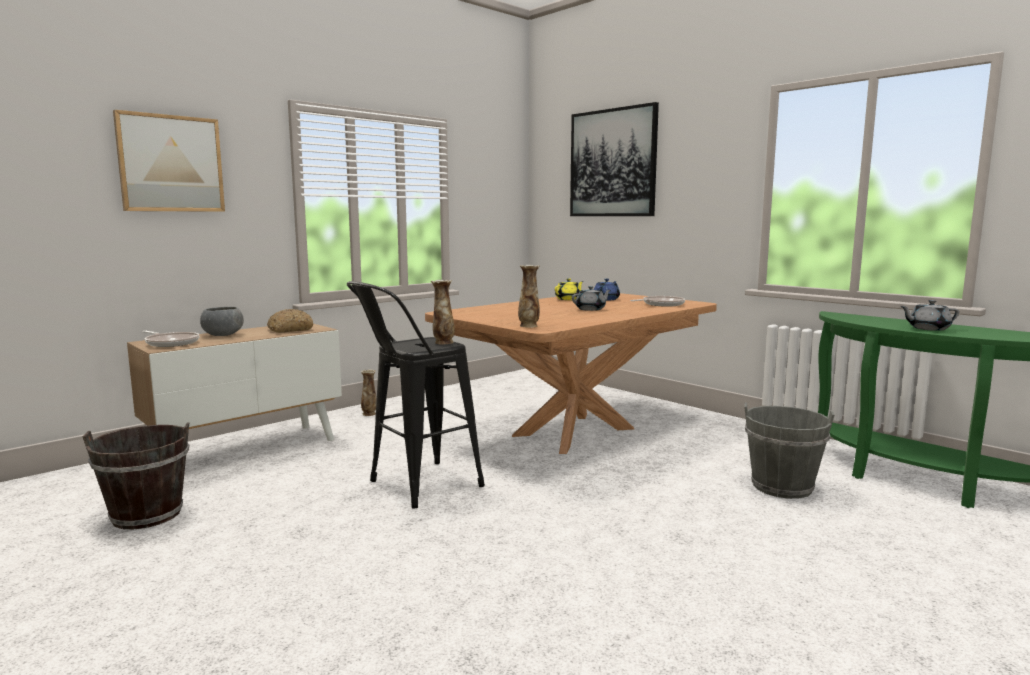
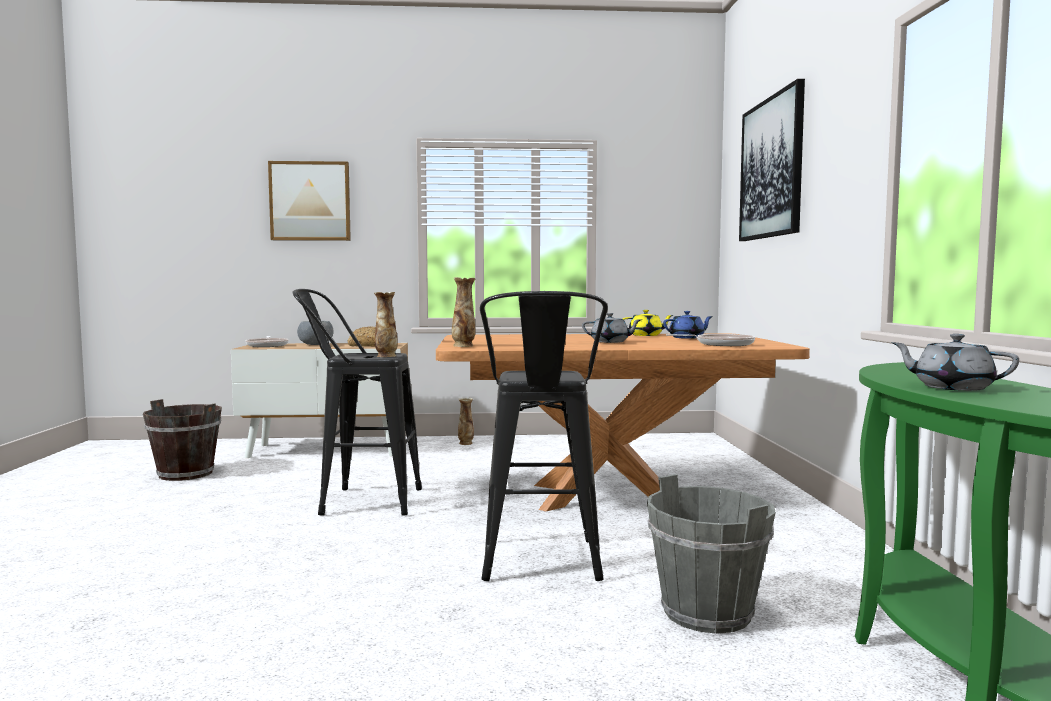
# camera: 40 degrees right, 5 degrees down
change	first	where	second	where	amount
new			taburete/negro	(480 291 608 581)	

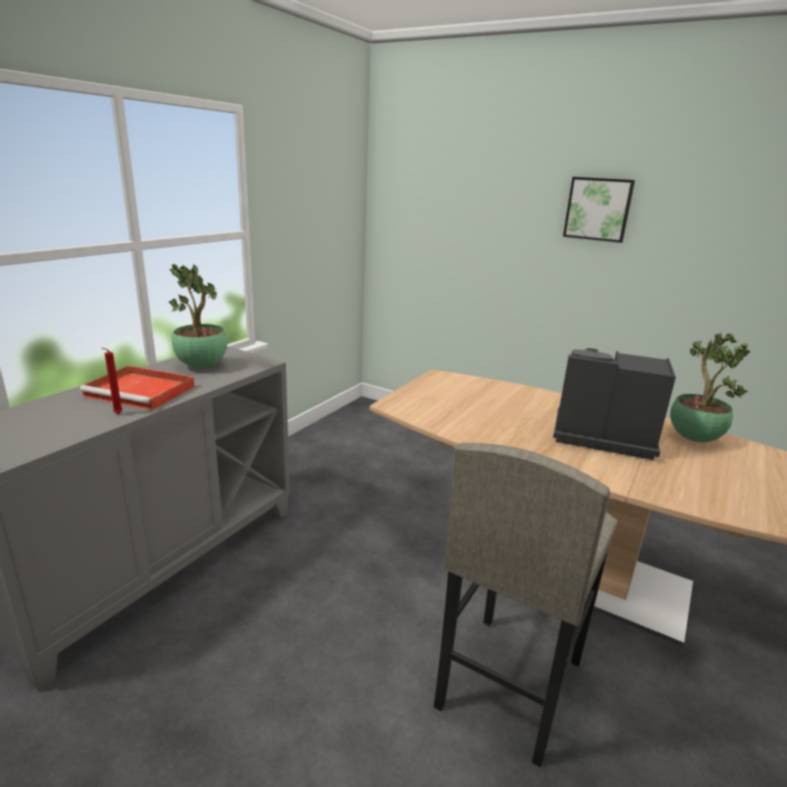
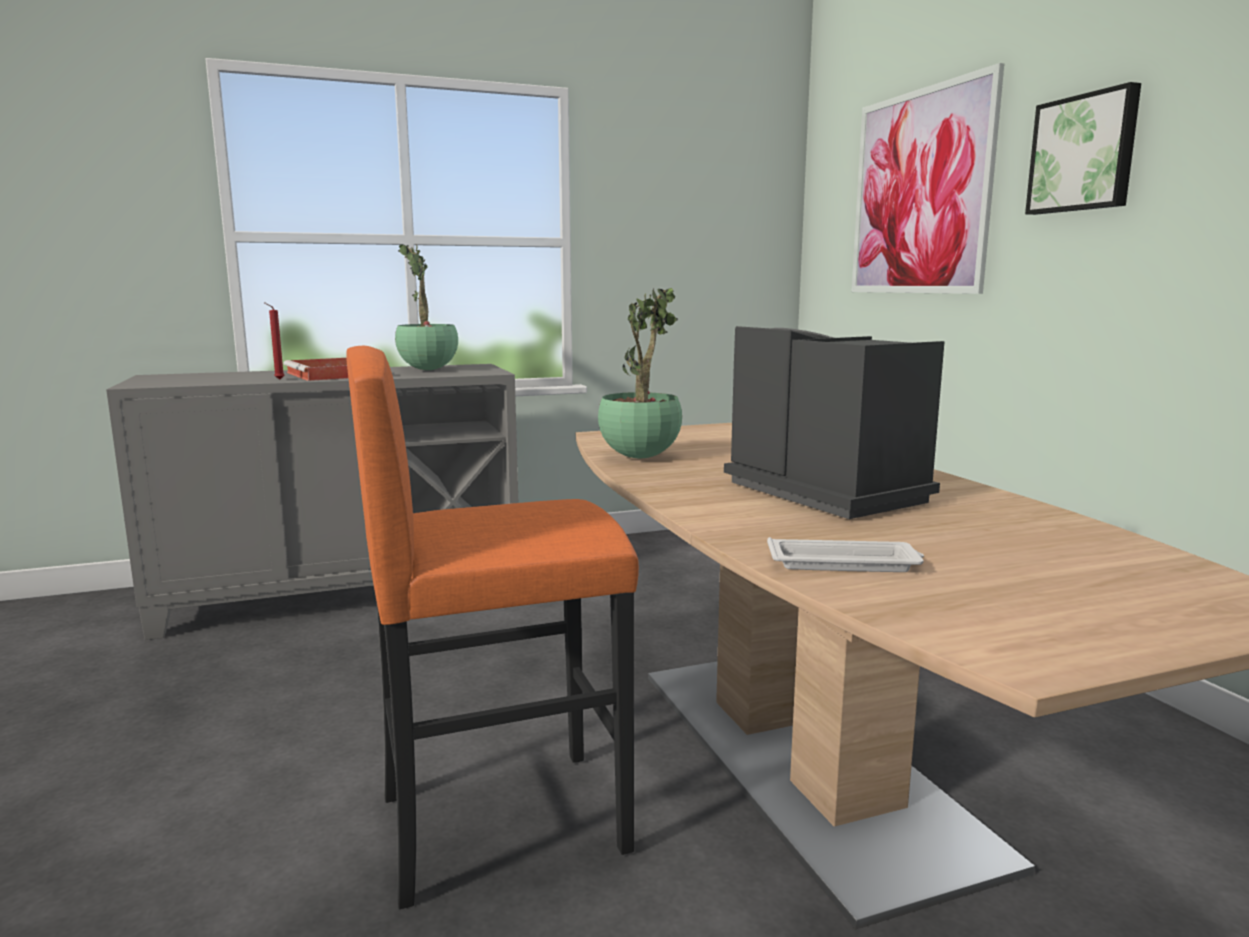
# camera: 40 degrees right, 10 degrees down
change	first	where	second	where	amount
shifted	planta en maceta	(670 333 750 442)		(598 287 682 458)	
repainted	taburete/gris	(434 443 618 767)	taburete/naranja	(346 346 639 909)	
new			cuadro	(852 63 1004 294)	
new			bandeja/blanco	(767 537 924 572)	

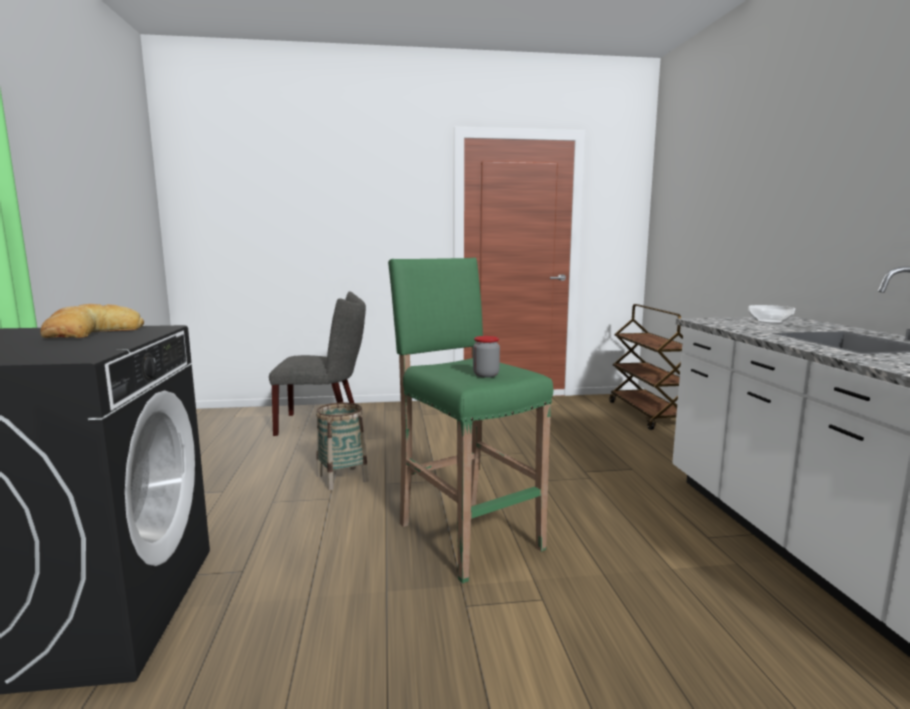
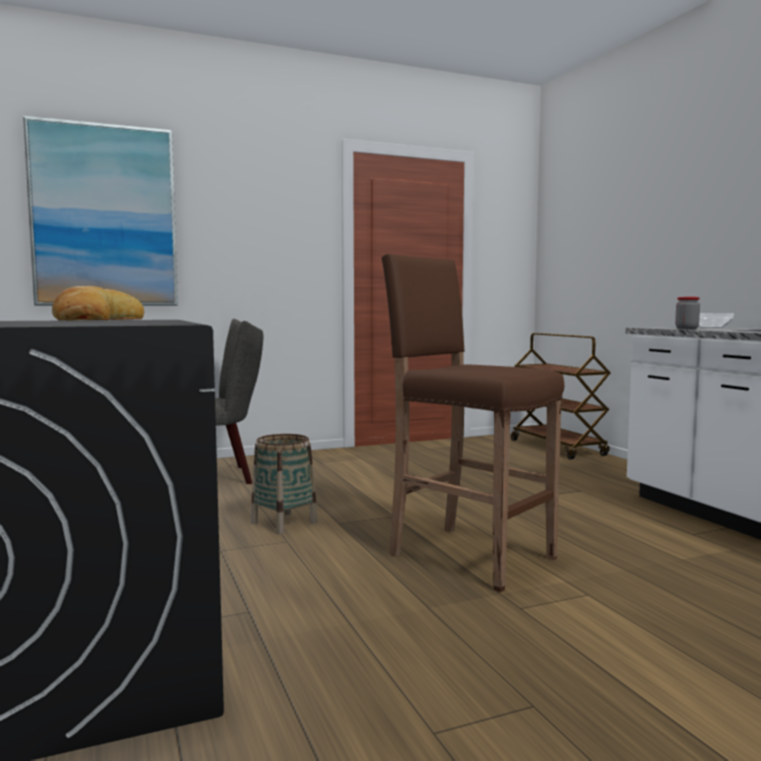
# camera: 15 degrees left, 5 degrees down
change	first	where	second	where	amount
repainted	taburete/verde	(388 258 553 584)	taburete/marrón	(381 254 564 593)	
shifted	tarro	(473 336 500 378)		(675 297 700 329)	
new			cuadro	(23 116 178 306)	

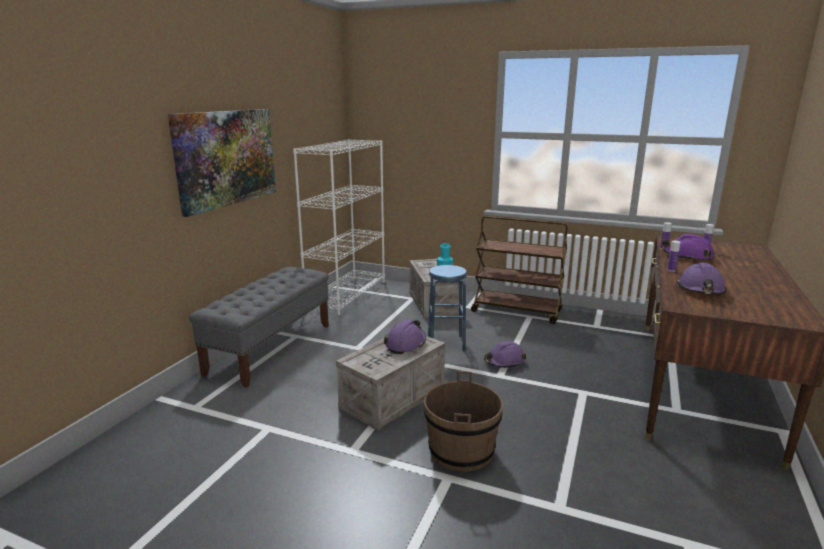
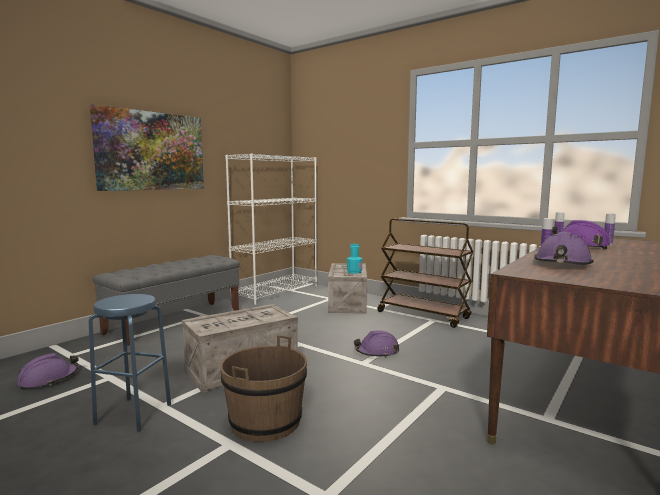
# camera: 15 degrees right, 10 degrees down
change	first	where	second	where	amount
shifted	taburete/azul	(428 265 467 352)		(89 294 171 432)	
shifted	casco/morado	(384 319 426 354)		(17 353 79 390)	

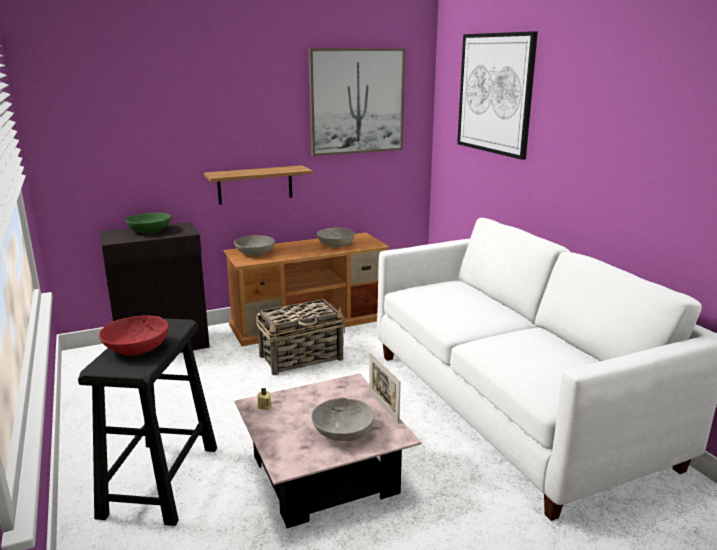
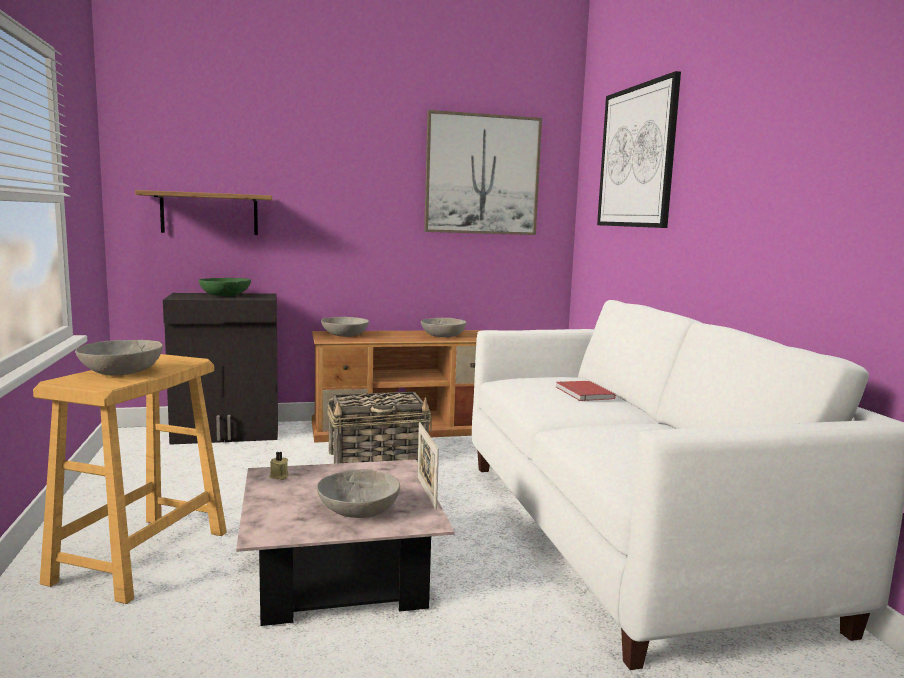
# camera: 10 degrees right, 10 degrees down
change	first	where	second	where	amount
shifted	estante	(204 165 313 205)		(135 190 272 235)	
repainted	cuenco/rojo	(99 315 168 356)	cuenco/gris	(75 340 163 376)	
repainted	taburete/negro	(78 318 217 526)	taburete/beis	(33 354 227 604)	
new			libro/rojo	(556 381 616 401)	

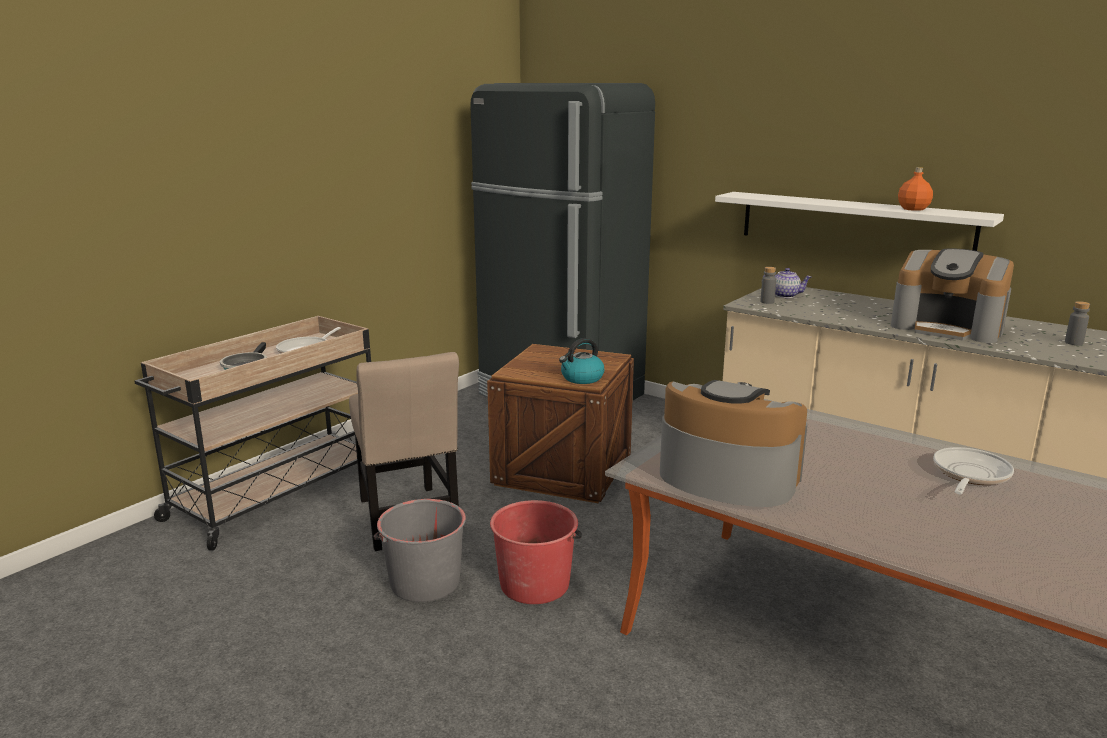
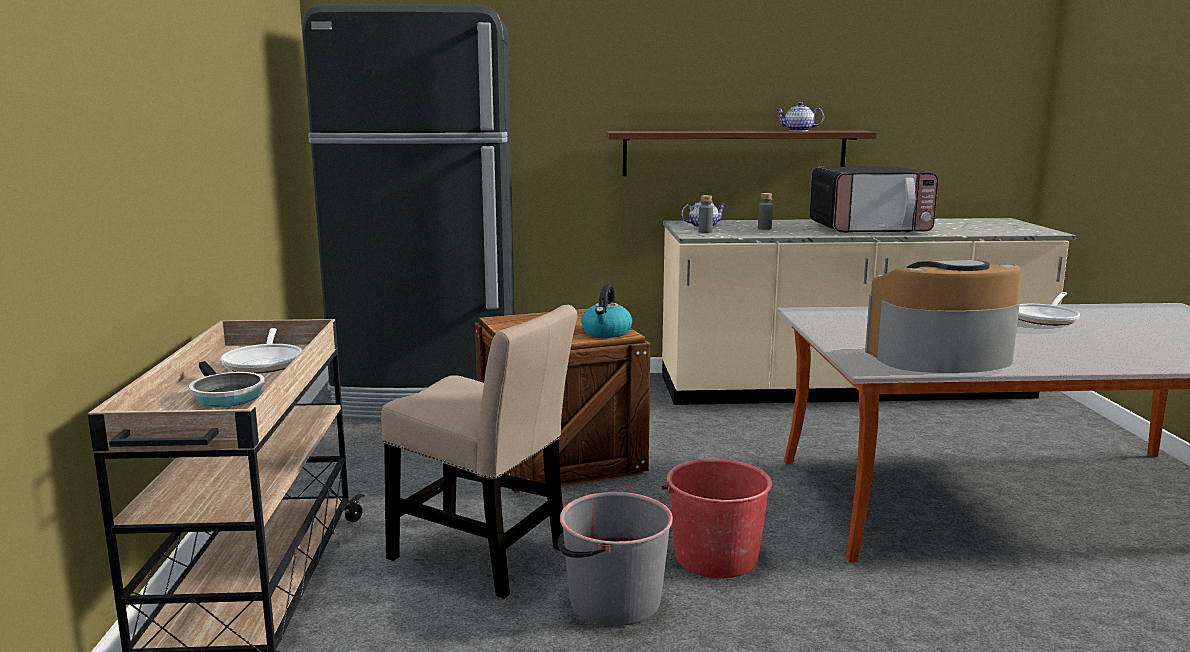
# camera: 40 degrees left, 5 degrees down
change	first	where	second	where	amount
swapped	botella/naranja	(898 167 933 211)	tetera	(776 102 824 131)	
repainted	estante/blanco	(715 192 1004 251)	estante/marrón	(606 131 877 176)	
swapped	cafetera	(891 248 1014 343)	microondas	(810 166 938 233)	
shifted	botella/gris	(1065 301 1090 345)		(758 193 773 230)	
rotated	sartén	(933 447 1014 494)		(1018 292 1080 326)	135 degrees counterclockwise

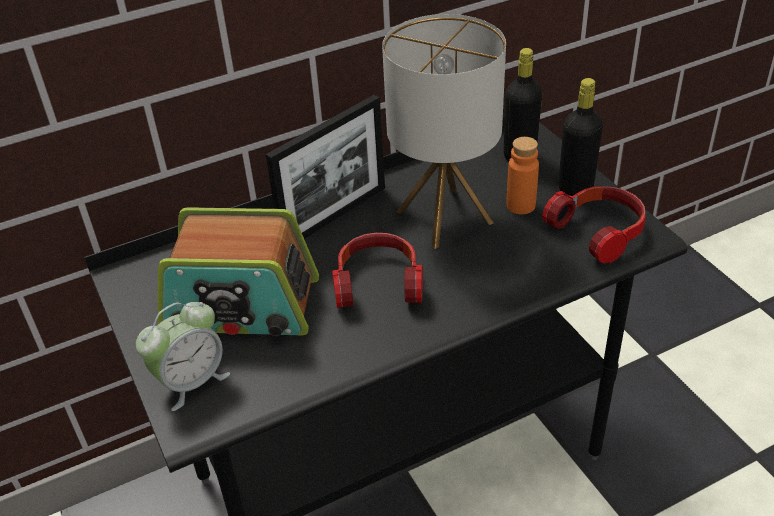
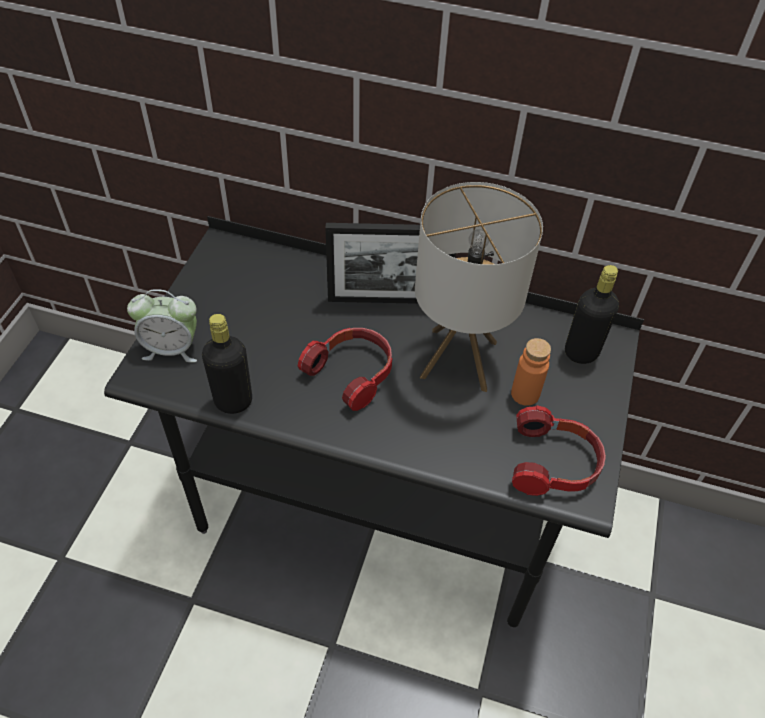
# camera: 40 degrees right, 10 degrees up
change	first	where	second	where	amount
shifted	botella/negro	(558 78 603 196)		(202 314 252 414)	
gone	radio	(158 207 319 336)			

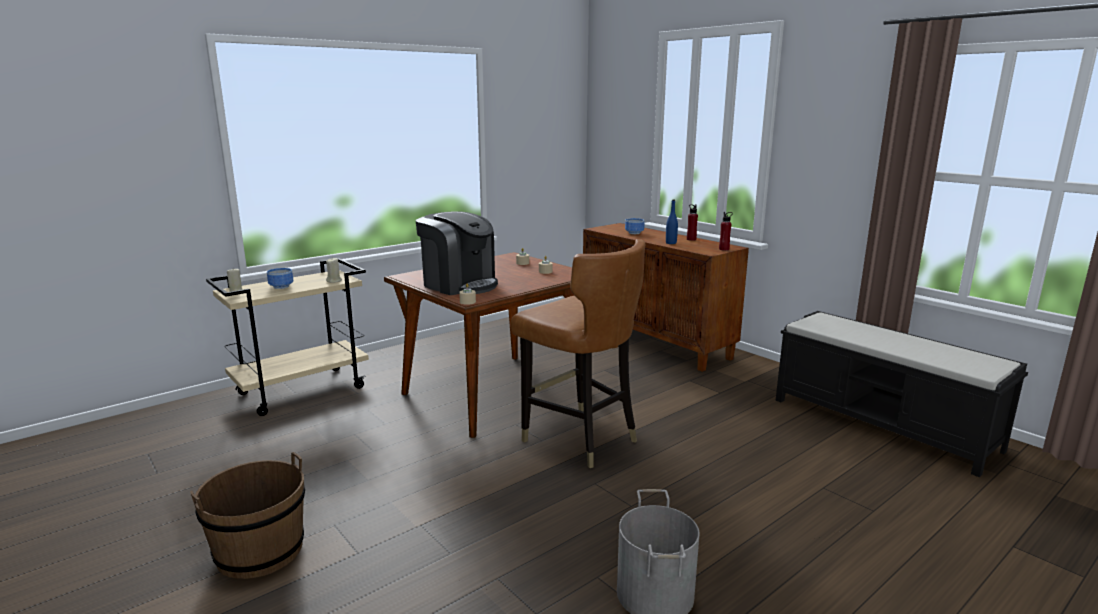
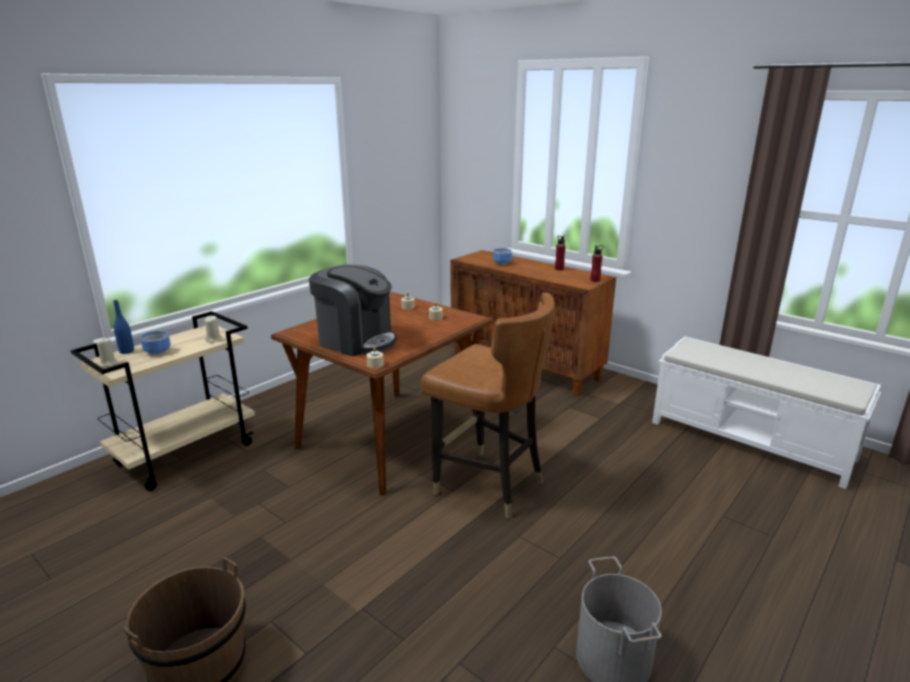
# camera: 10 degrees left, 5 degrees up
change	first	where	second	where	amount
shifted	botella/azul	(666 200 678 244)		(113 300 134 354)	
repainted	banco/negro	(776 311 1028 477)	banco/blanco	(652 337 881 489)	

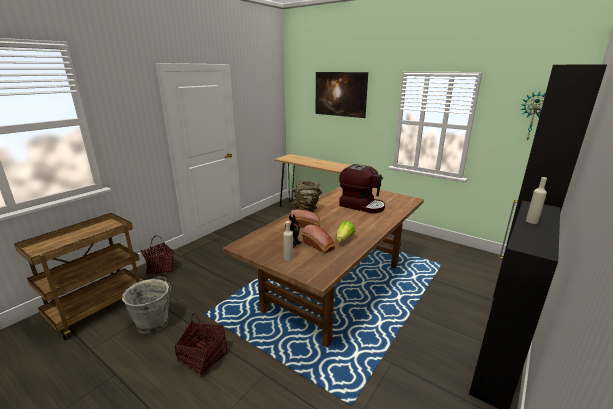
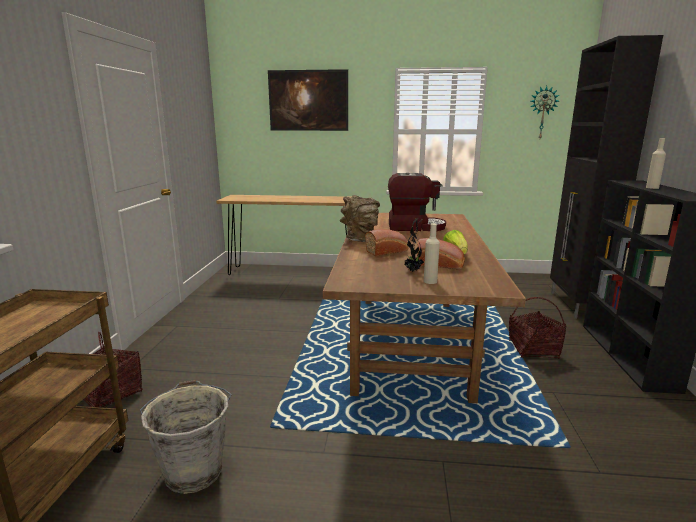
# camera: 30 degrees left, 5 degrees down
change	first	where	second	where	amount
shifted	cesta	(175 313 227 377)		(509 297 567 359)	

